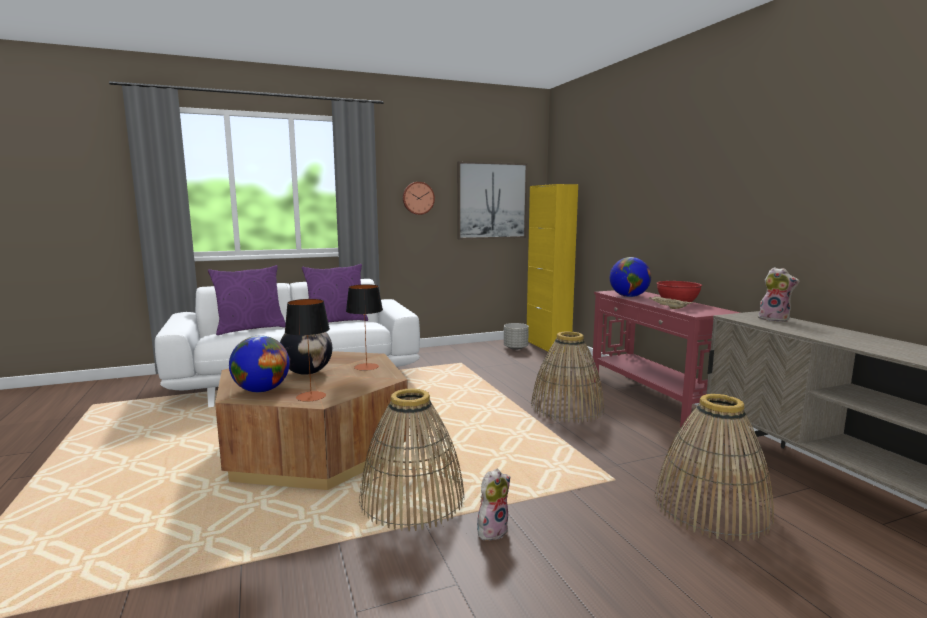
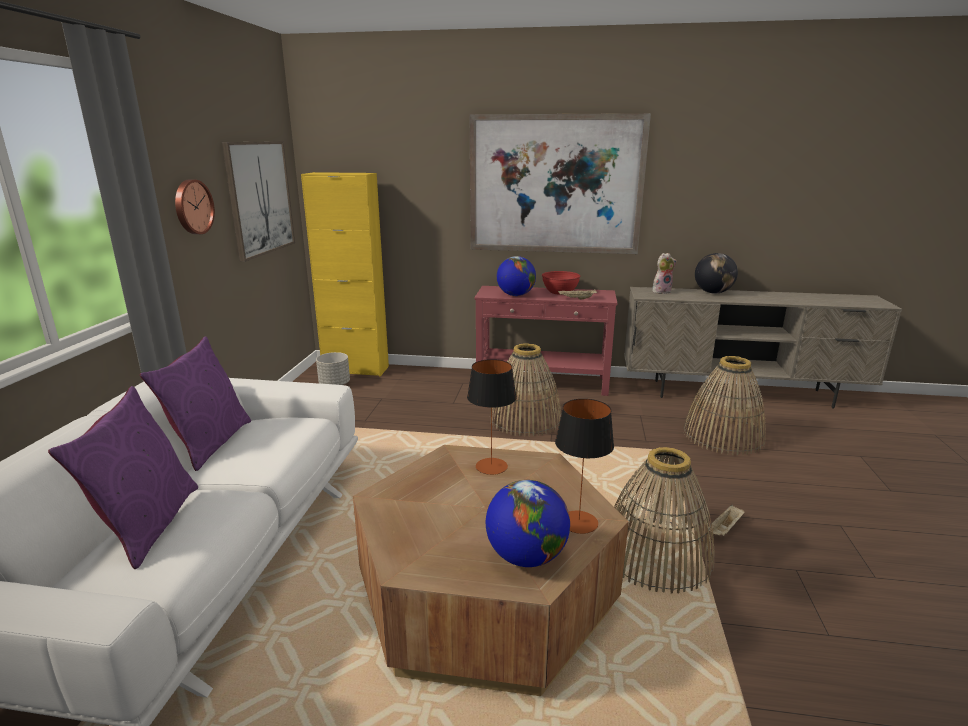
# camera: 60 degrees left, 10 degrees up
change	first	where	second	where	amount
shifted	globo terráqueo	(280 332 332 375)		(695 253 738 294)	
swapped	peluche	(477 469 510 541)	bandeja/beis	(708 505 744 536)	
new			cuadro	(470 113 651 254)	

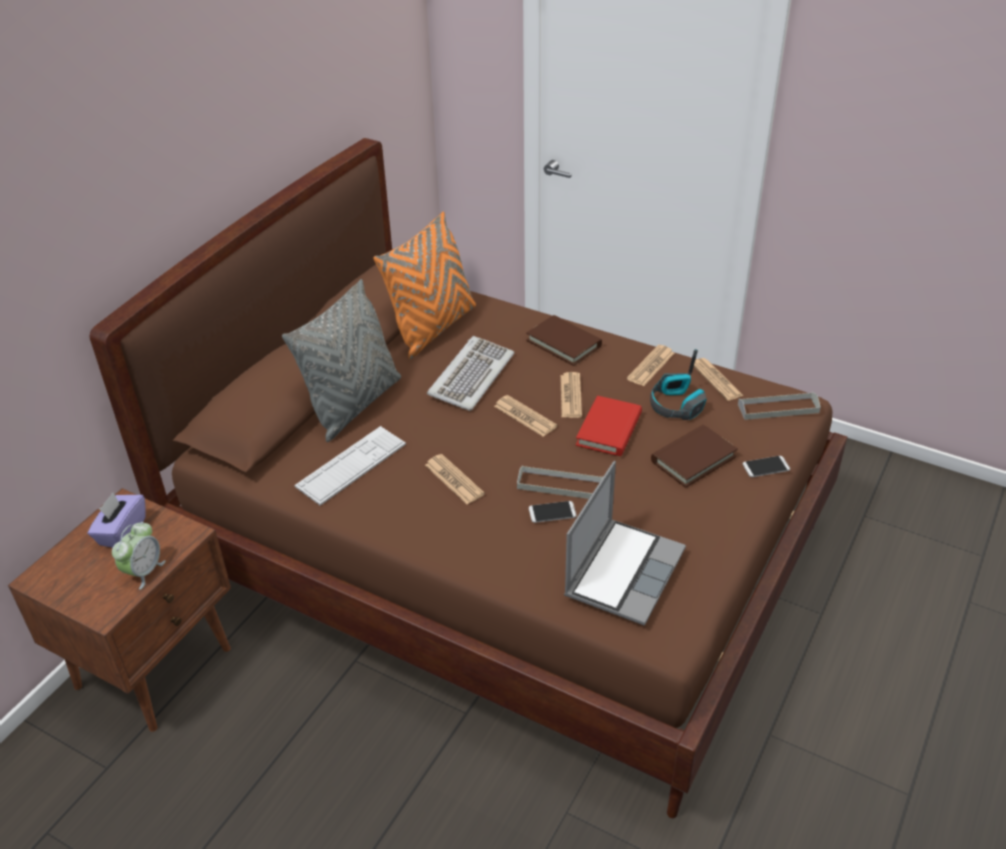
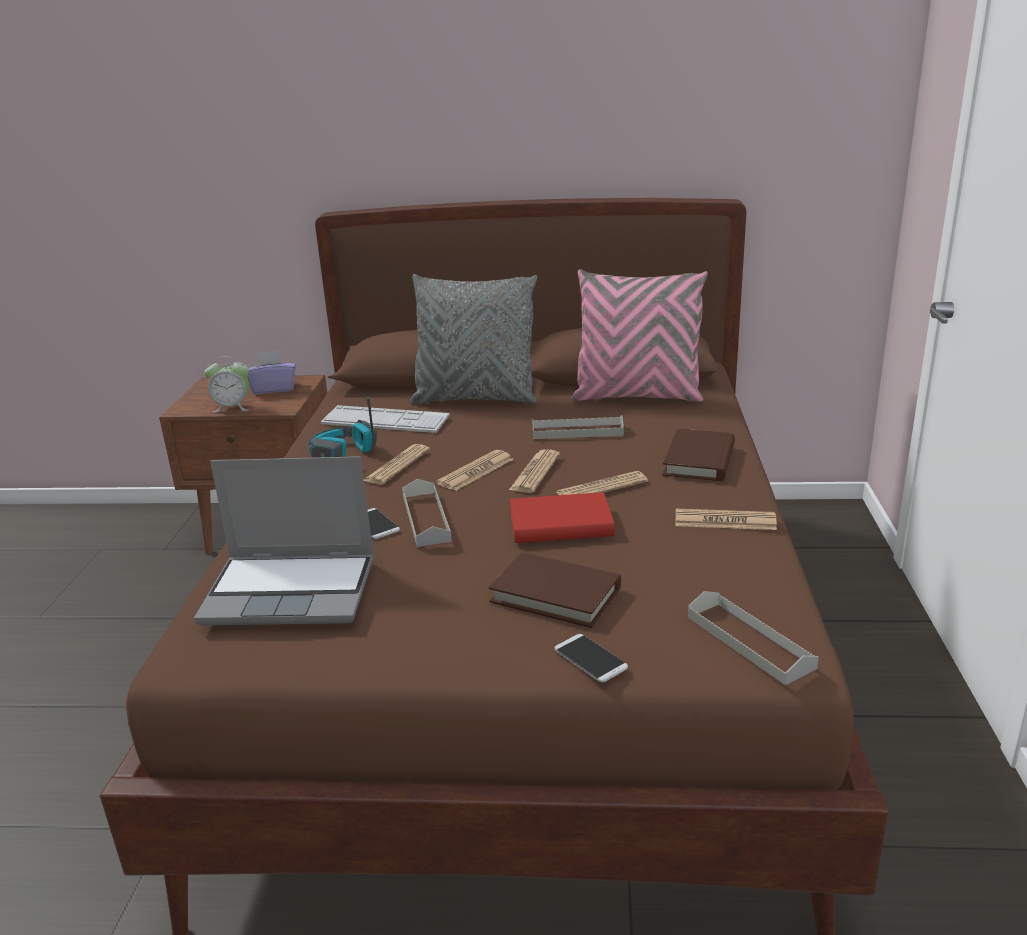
# camera: 65 degrees right, 15 degrees down
change	first	where	second	where	amount
repainted	cojín/naranja	(374 211 476 359)	cojín/rosa	(572 269 708 402)	
swapped	teclado	(427 336 514 411)	bandeja/gris	(532 415 624 439)	
shifted	auriculares	(650 349 707 420)		(308 396 377 458)	
shifted	periódico	(694 358 743 401)		(436 450 514 491)	

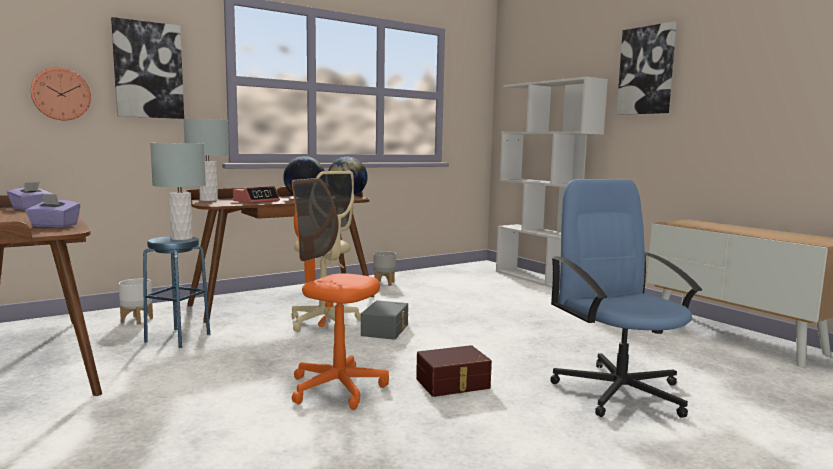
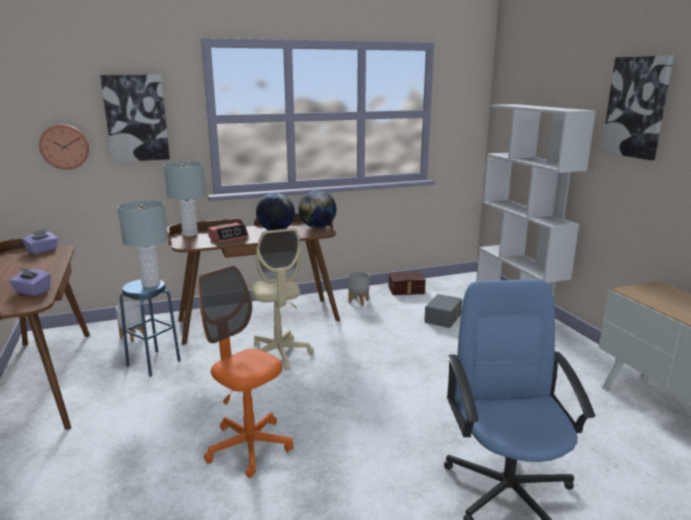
# camera: 15 degrees right, 10 degrees up
change	first	where	second	where	amount
shifted	caja de almacenaje/gris	(361 300 408 340)		(424 294 462 328)	
shifted	caja de almacenaje/marrón	(416 345 492 397)		(389 271 426 295)	

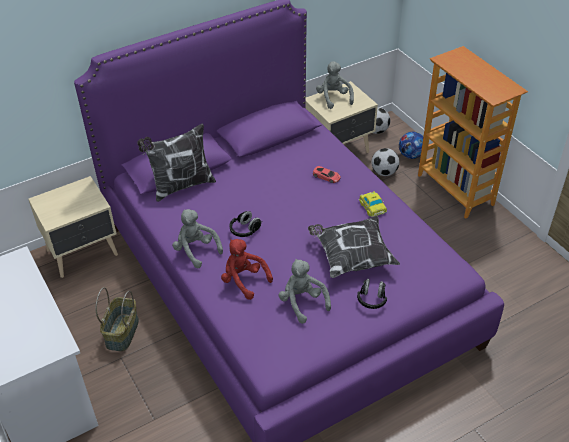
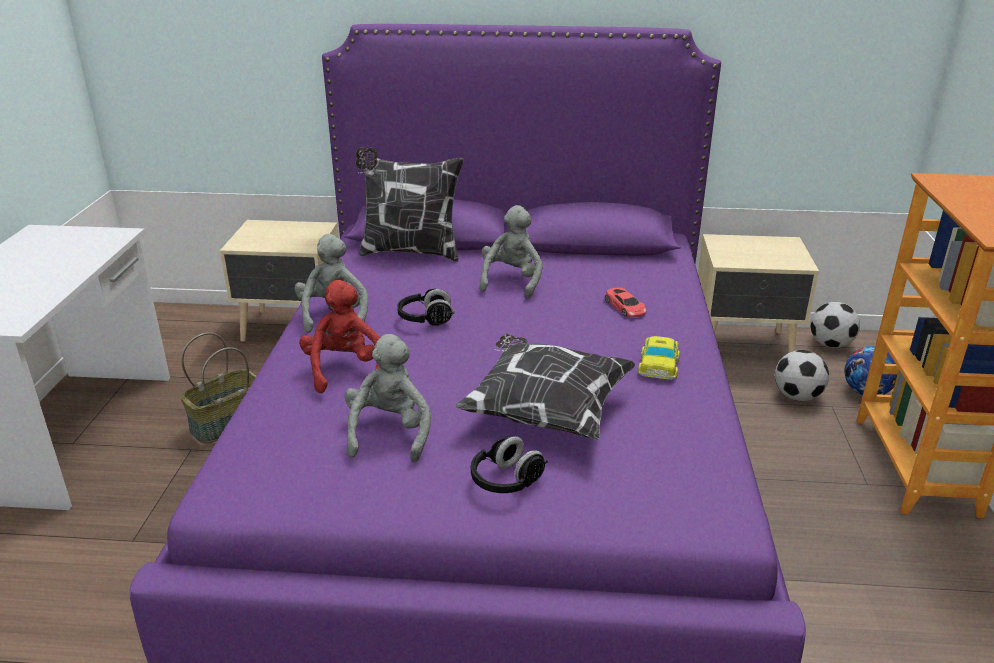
# camera: 35 degrees right, 15 degrees down
change	first	where	second	where	amount
shifted	peluche/gris	(316 61 354 109)		(479 205 543 299)	

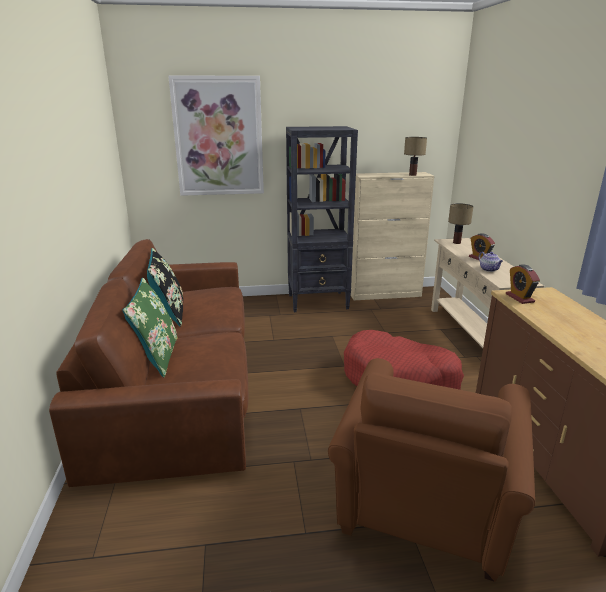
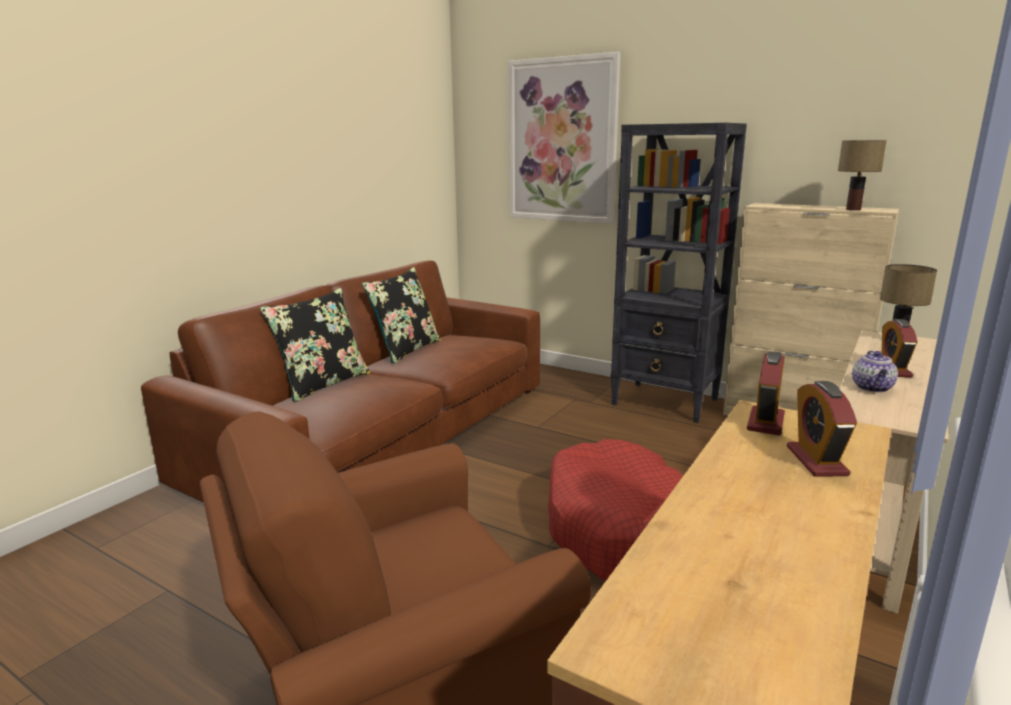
# camera: 40 degrees right, 5 degrees down
change	first	where	second	where	amount
repainted	cojín/verde	(122 278 178 378)	cojín/negro	(260 288 370 403)	
new			despertador	(787 381 857 477)	

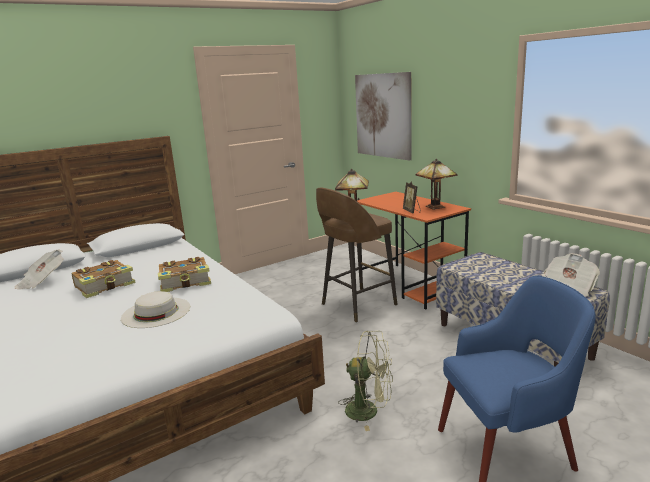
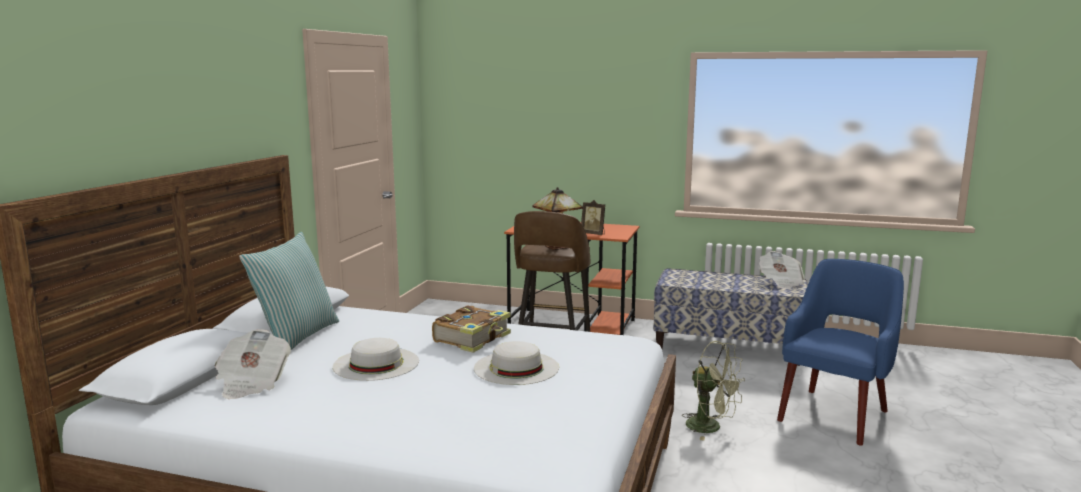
# camera: 40 degrees left, 5 degrees down
change	first	where	second	where	amount
gone	cuadro	(355 72 411 161)			
gone	lámpara de mesa	(416 159 458 210)			
swapped	libro	(71 260 135 298)	sombrero/blanco	(333 338 419 381)	
rotated	ventilador/verde	(338 331 393 431)		(682 341 745 440)	60 degrees clockwise
new			cojín	(239 232 339 350)	

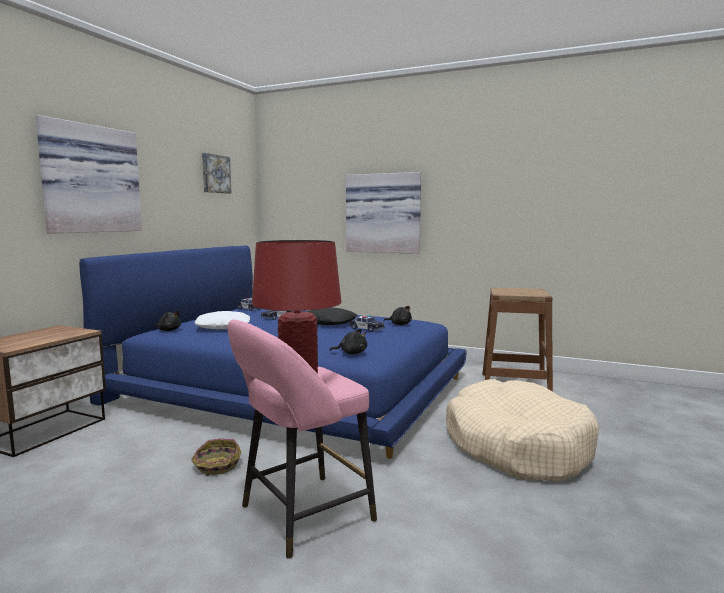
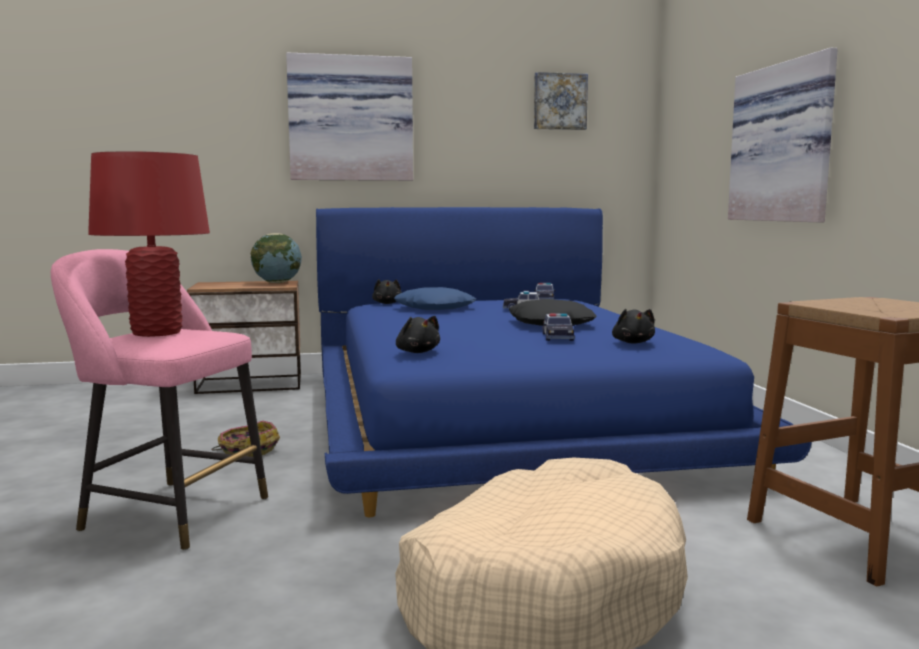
# camera: 55 degrees right, 0 degrees up
change	first	where	second	where	amount
repainted	cojín/blanco	(195 311 250 329)	cojín/azul	(394 287 476 310)	
new			globo terráqueo	(251 233 302 283)	

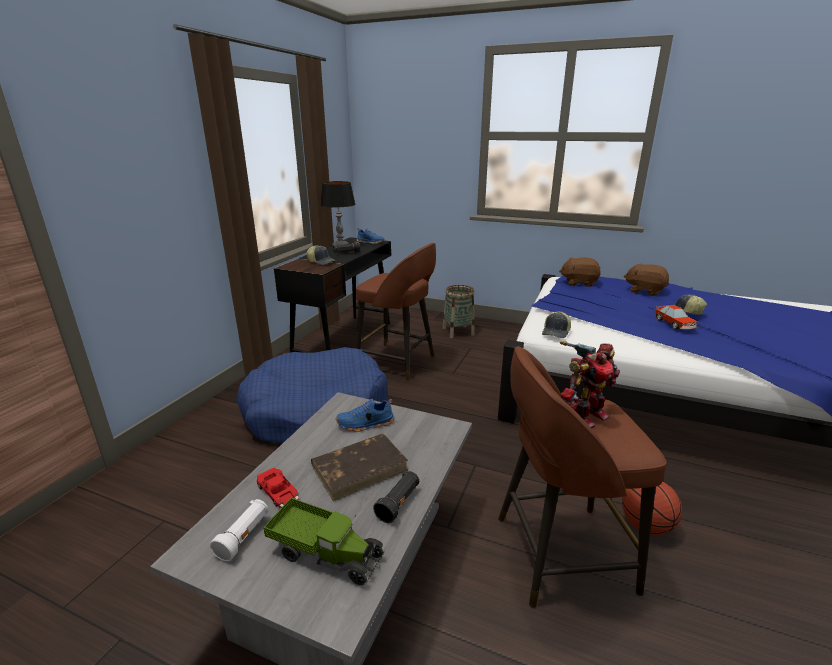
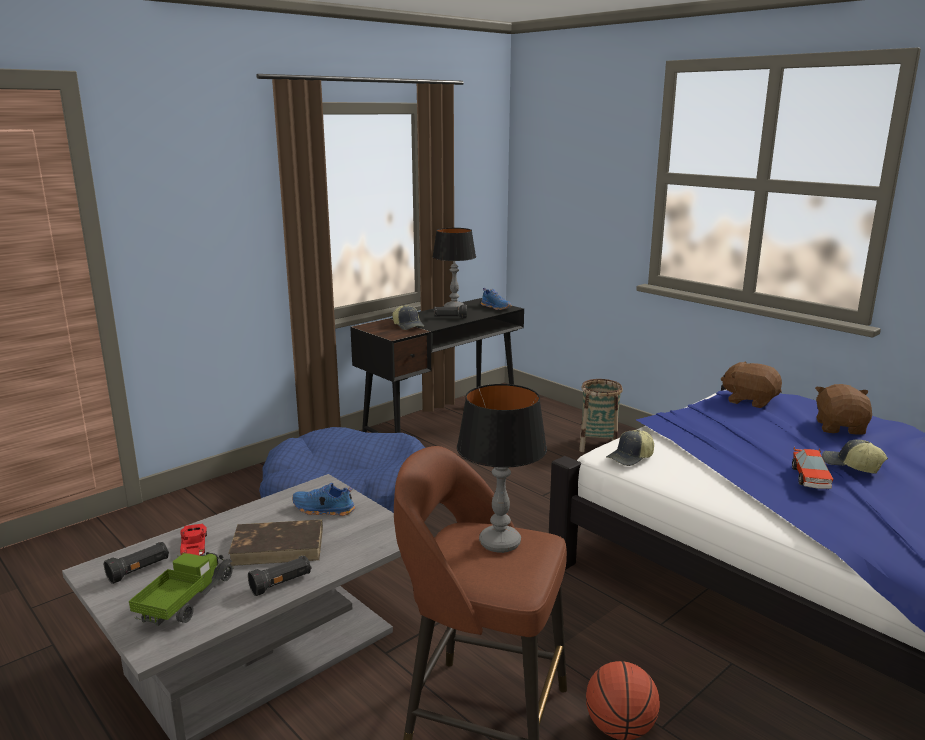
# camera: 25 degrees right, 5 degrees down
change	first	where	second	where	amount
gone	taburete/marrón	(356 243 436 381)			
rotated	peluche/marrón	(624 264 669 296)		(815 384 872 435)	45 degrees clockwise
swapped	robot de juguete	(560 341 620 428)	lámpara de mesa	(457 384 547 553)	
rotated	camión de juguete	(263 498 384 585)		(129 552 234 626)	120 degrees counterclockwise
repainted	linterna/blanco	(210 499 269 561)	linterna/negro	(104 542 169 584)	

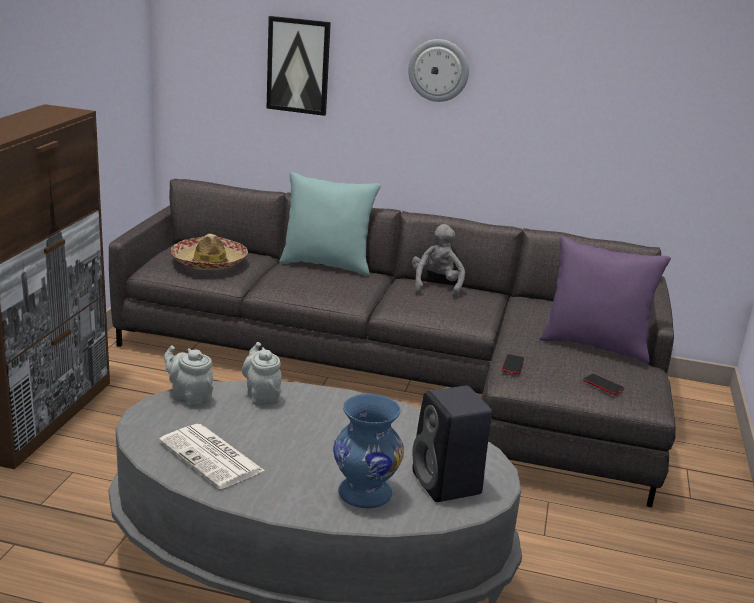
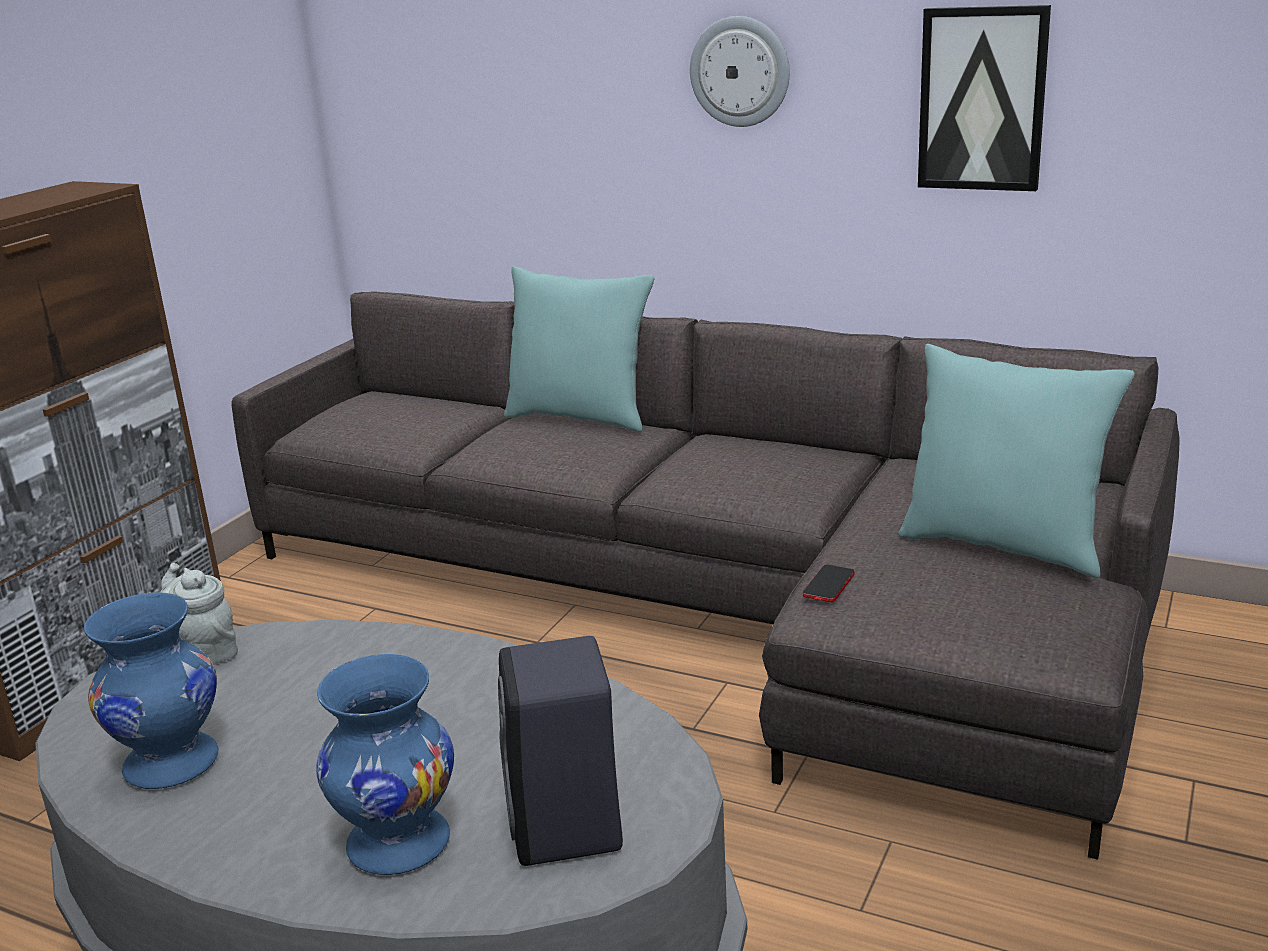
# camera: 15 degrees right, 0 degrees up
change	first	where	second	where	amount
shifted	cuadro	(267 16 331 116)		(918 5 1051 191)	
gone	peluche/gris	(412 224 465 298)			
gone	sombrero	(171 234 248 270)			
repainted	cojín/morado	(540 236 671 364)	cojín/turquesa	(899 344 1135 578)	
gone	tetera/gris	(242 342 282 406)			
gone	móvil	(583 374 624 395)			
swapped	periódico	(159 424 265 489)	florero/azul	(84 592 218 789)	

